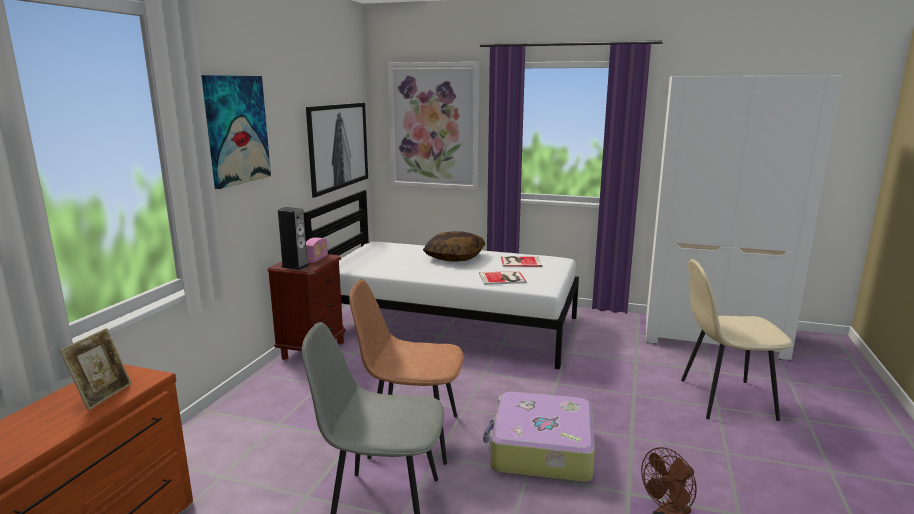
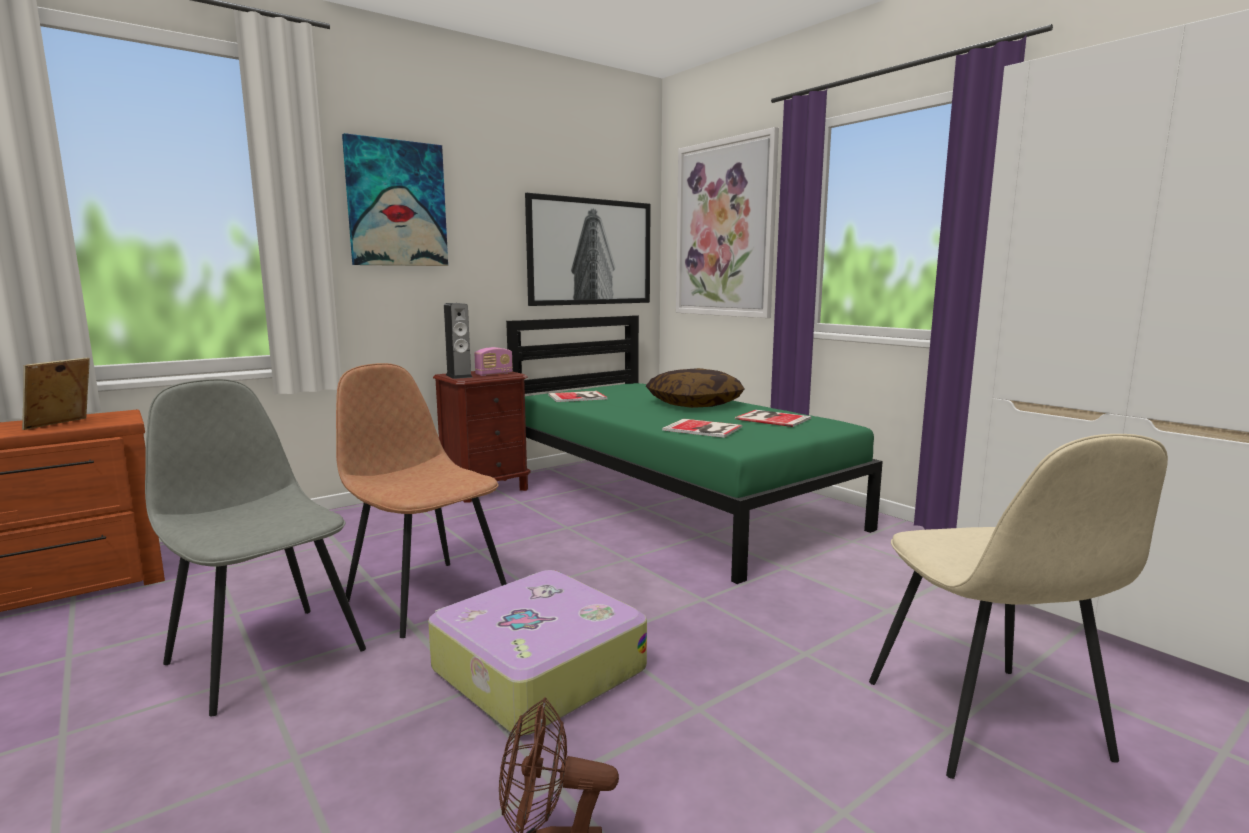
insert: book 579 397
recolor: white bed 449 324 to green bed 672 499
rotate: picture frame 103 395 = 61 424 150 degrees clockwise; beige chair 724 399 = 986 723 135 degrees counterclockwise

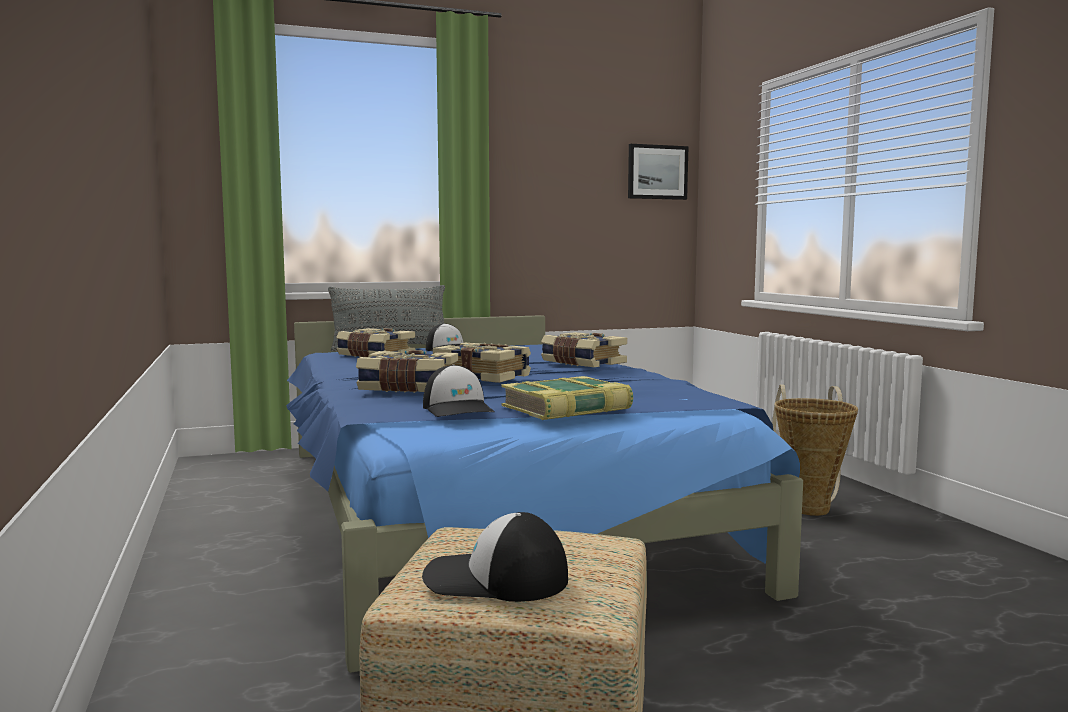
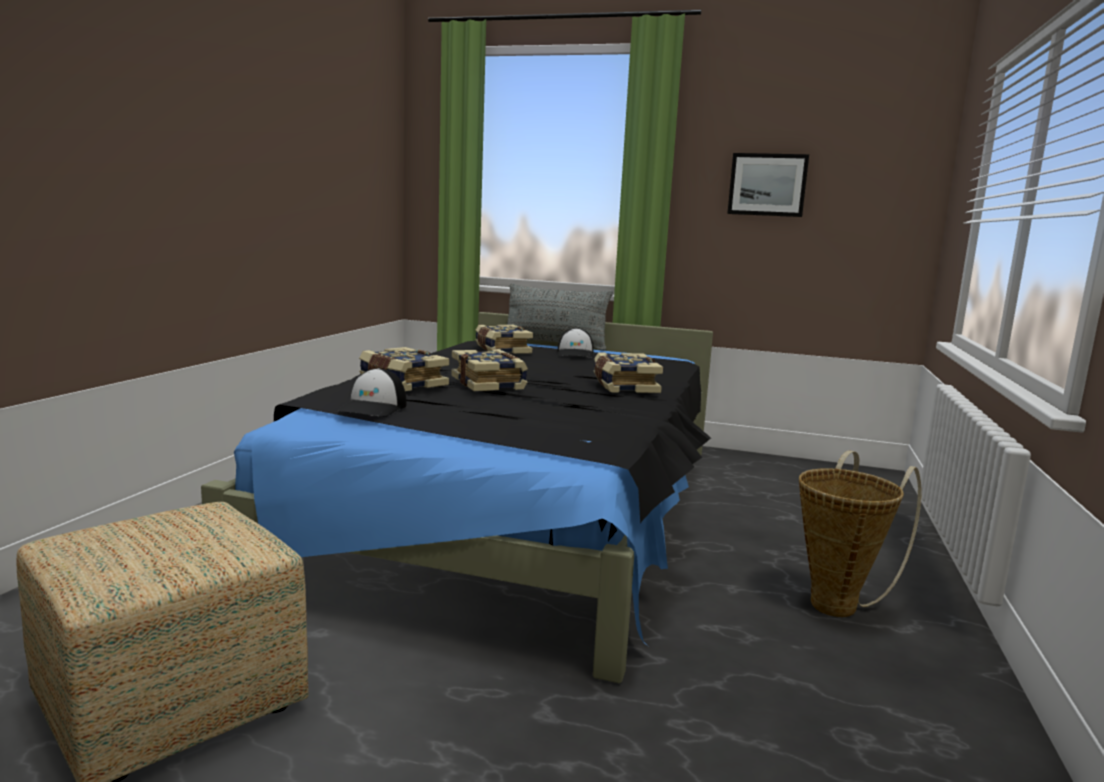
delete: cap 495 579; book 567 409
move: picture 657 172 to 767 185
recolor: blue bed 486 511 to black bed 520 508

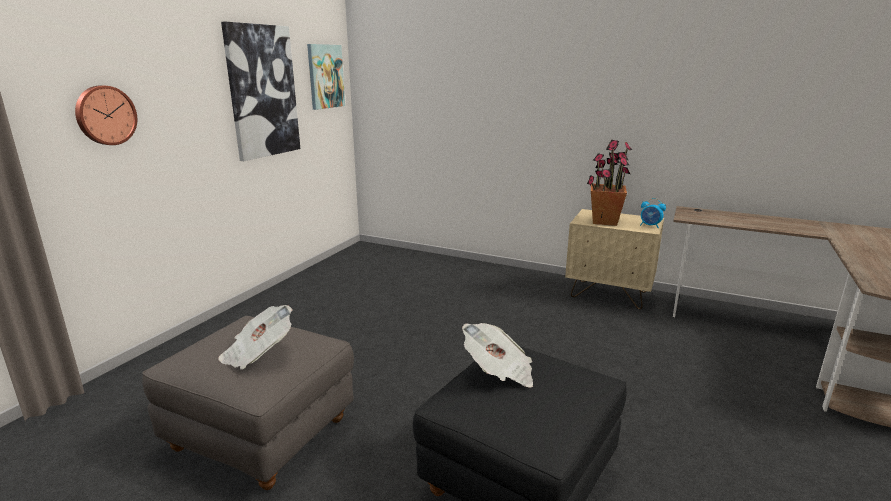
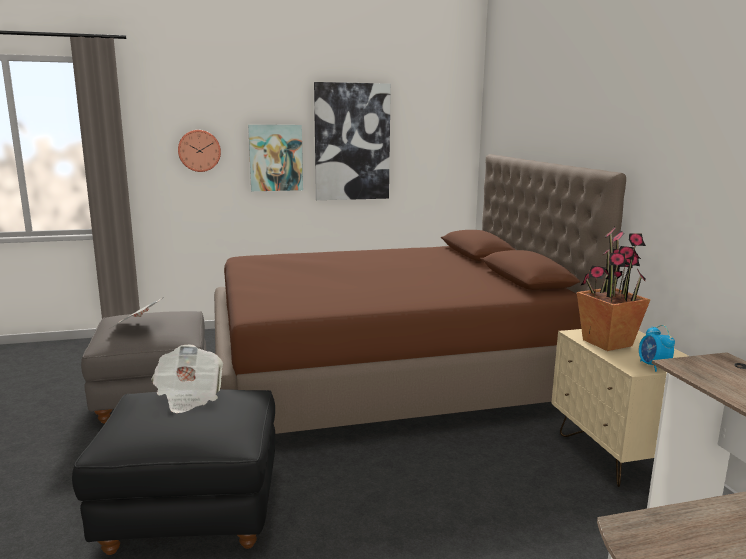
insert: brown bed 387 375
move: picture 325 76 to 276 158

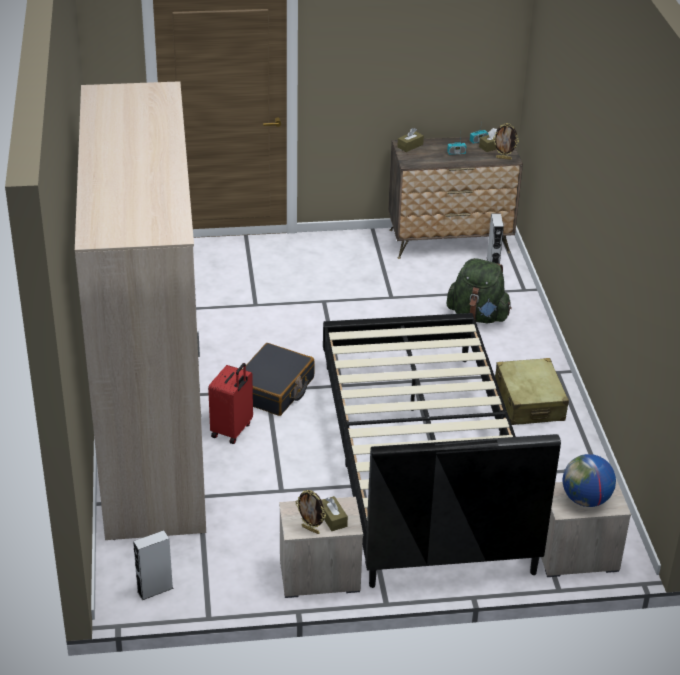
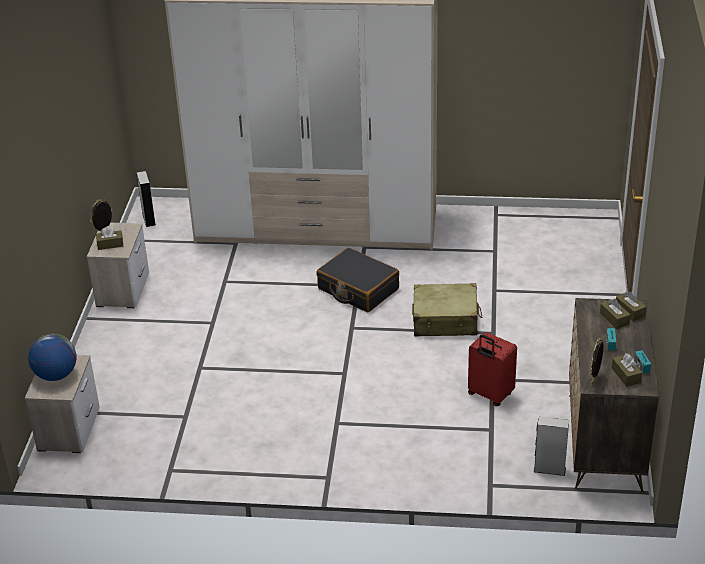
delete: black bed 422 462; green backpack 478 316
insert: brown tissue box 614 319
move: beige suitcase 529 402 to 445 320; red suitcase 232 430 to 489 395

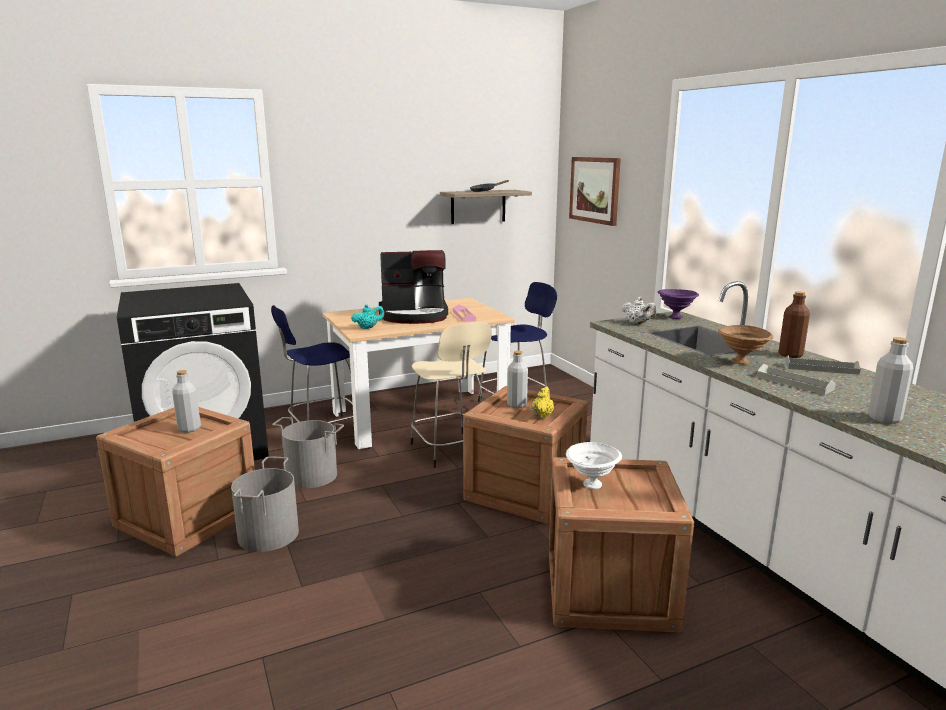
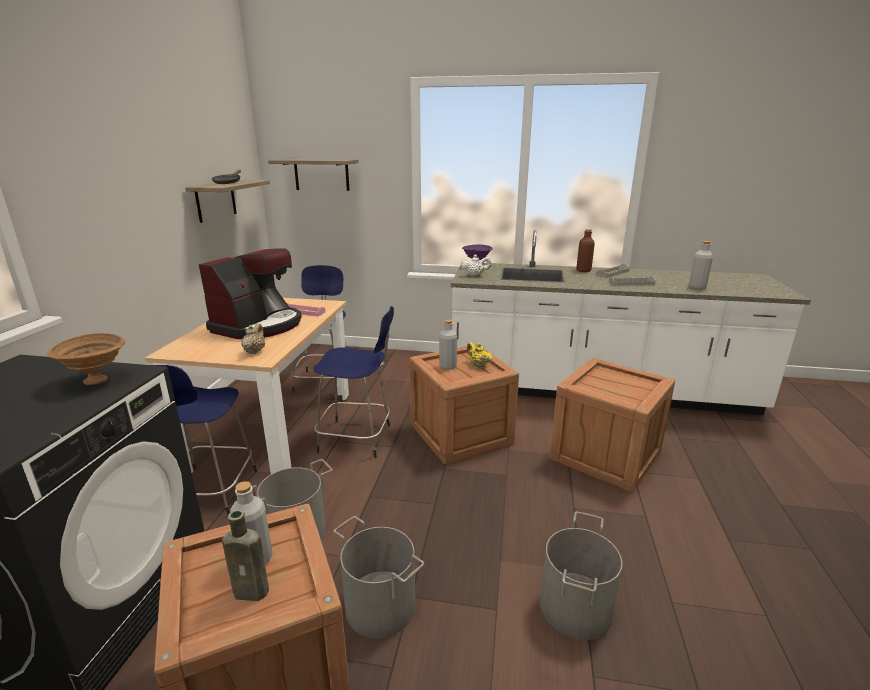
delete: white bowl 592 485
insert: brown bottle 253 591; grey bucket 576 608
move: brown bowl 742 362 to 98 380
replace: picture 595 190 to shelf 321 174
recolor: turquoise teapot 368 328 to beige teapot 254 351; beige stool 450 451 to blue stool 358 438

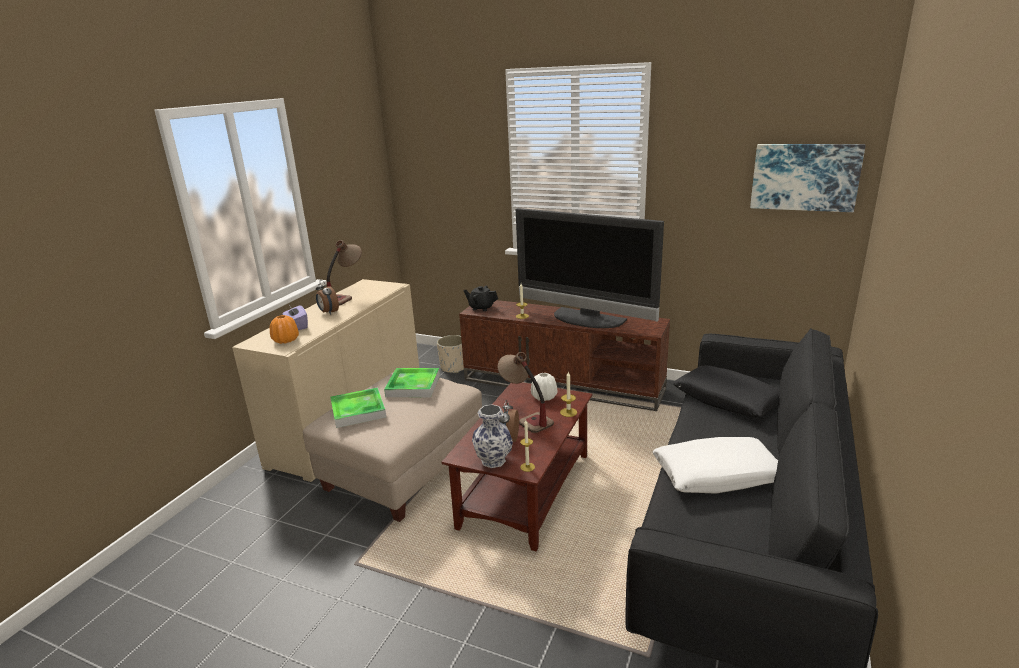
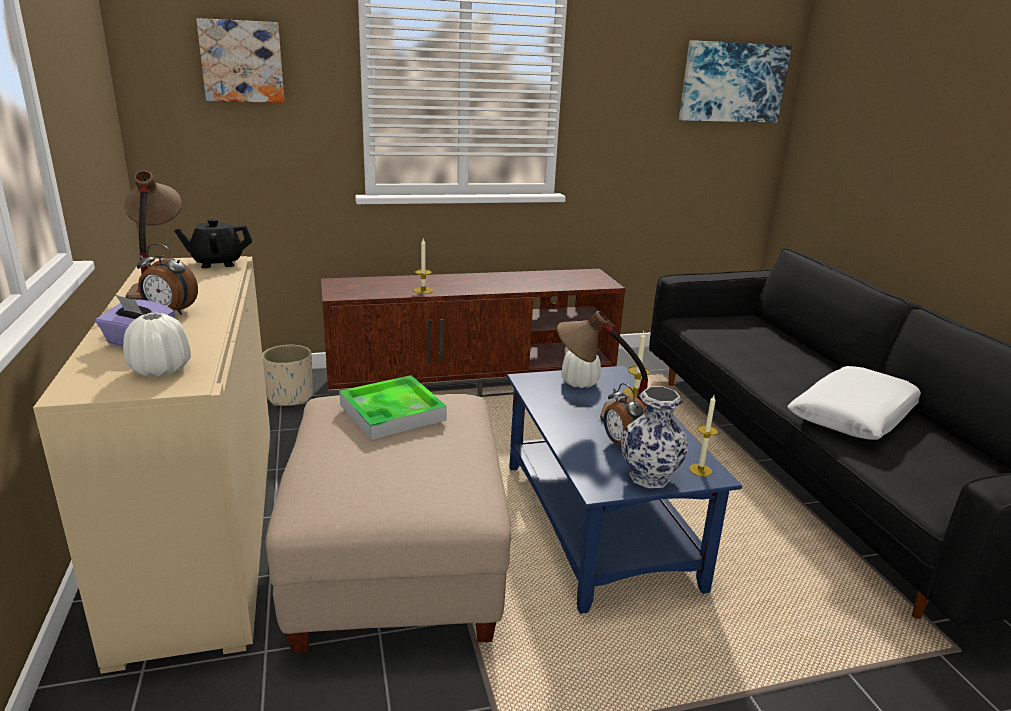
delete: tray 358 411; television 586 319; black pillow 727 400
insert: picture 242 61
move: black teapot 481 308 to 217 263
recolor: orange vase 286 340 to white vase 161 369; brown coffee table 526 491 to blue coffee table 599 524

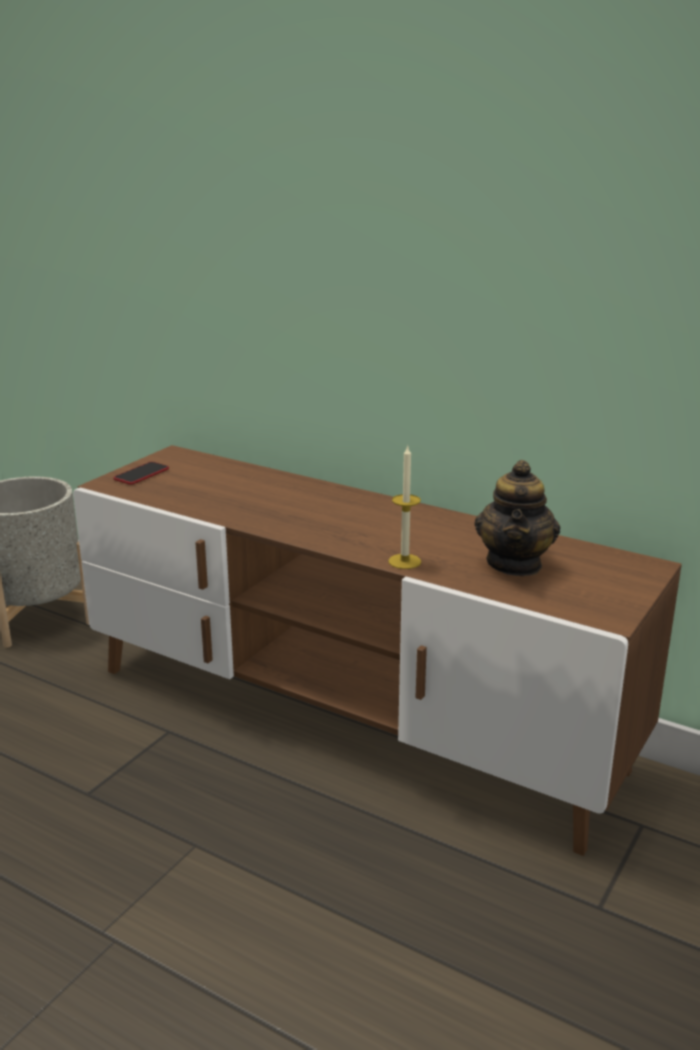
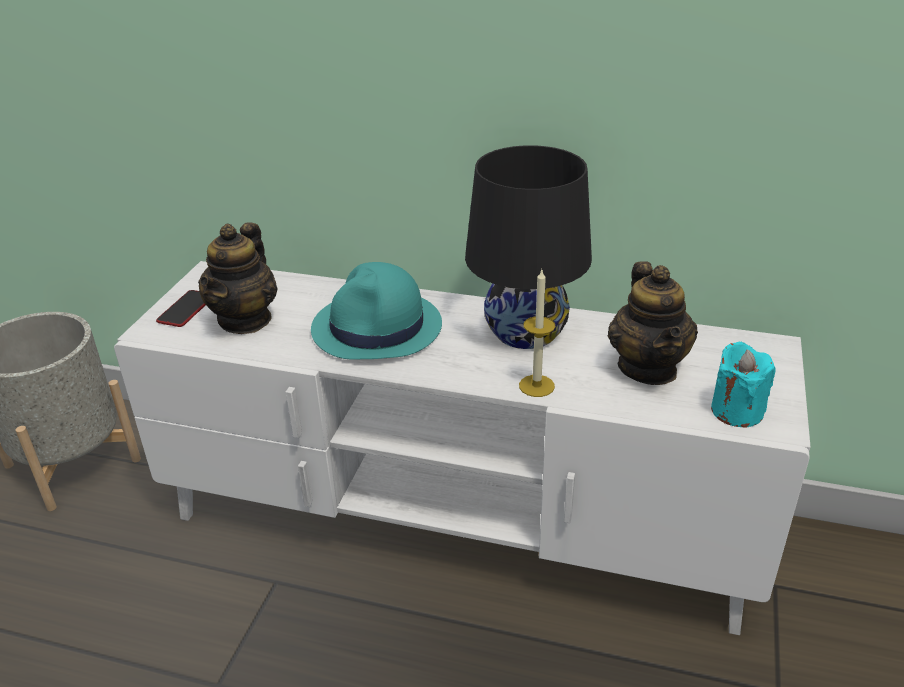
insert: teapot 245 320; turquoise hat 377 328; black table lamp 526 332; turquoise candle 737 411
recolor: brown tv stand 350 717 to white tv stand 457 521

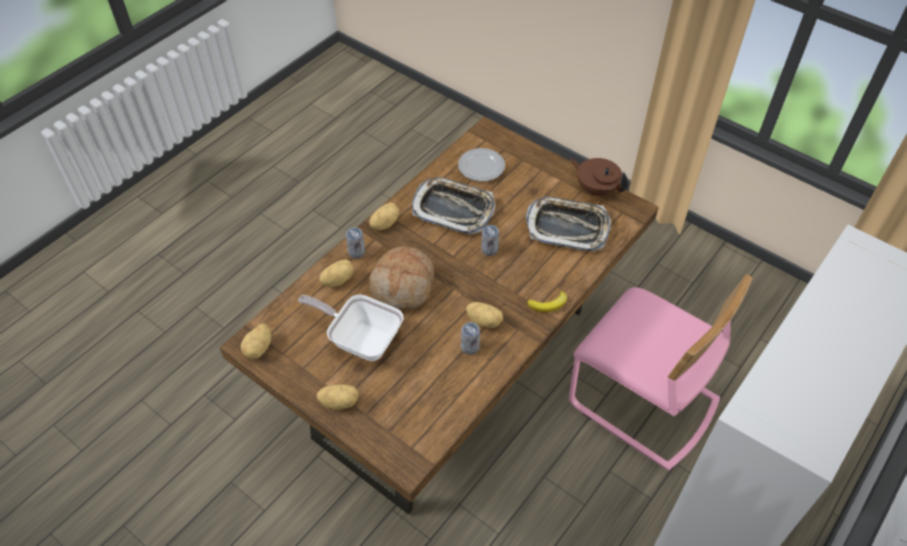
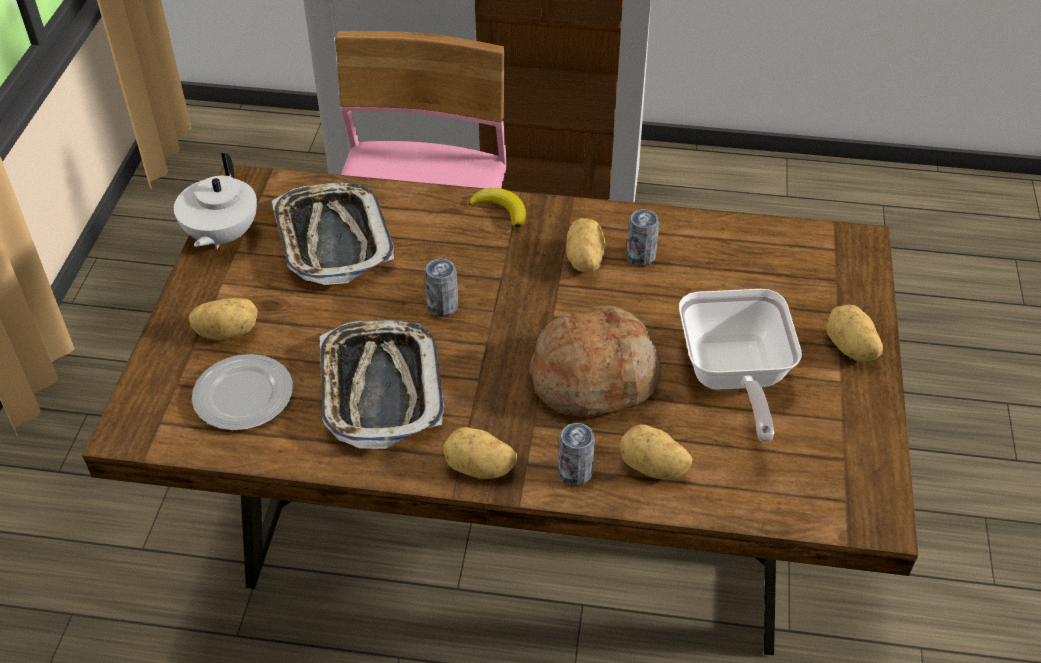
move: potato 259 348 to 228 331
recolor: brown teapot 596 189 to white teapot 221 236

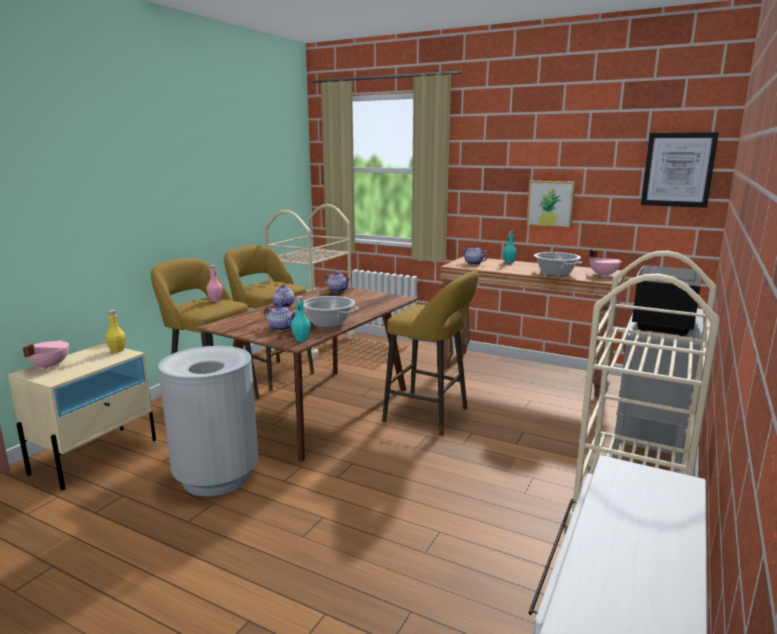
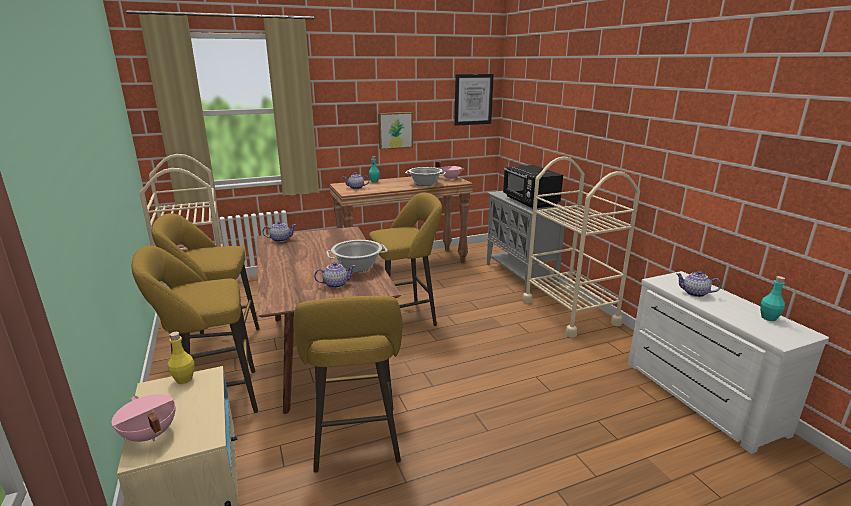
delete: pink bottle 215 300
move: teapot 283 305 to 694 293; turquoise bottle 301 339 to 768 318
replace: grey trash can 216 477 to yellow stool 356 442

